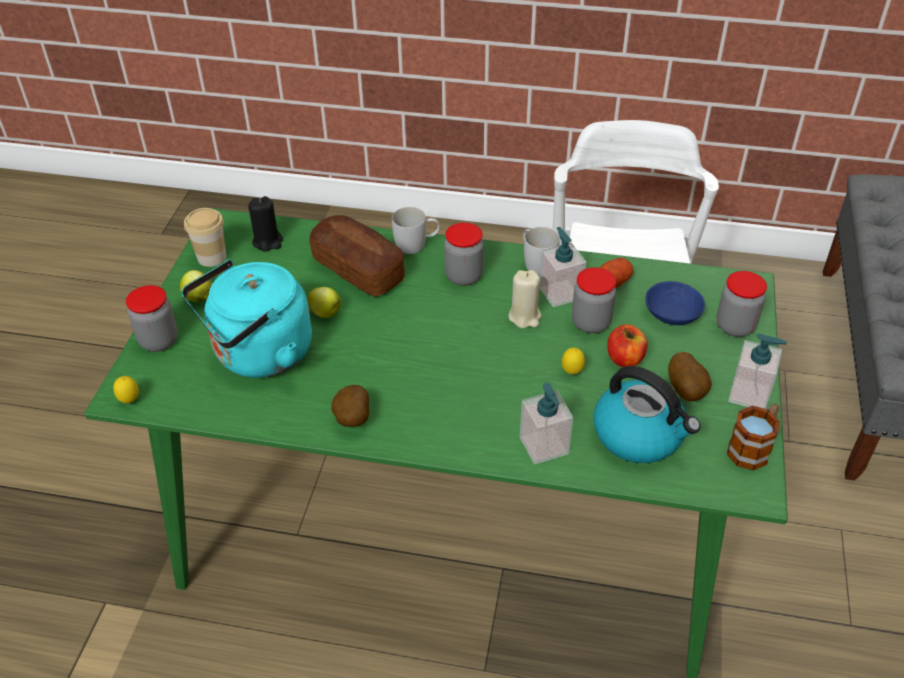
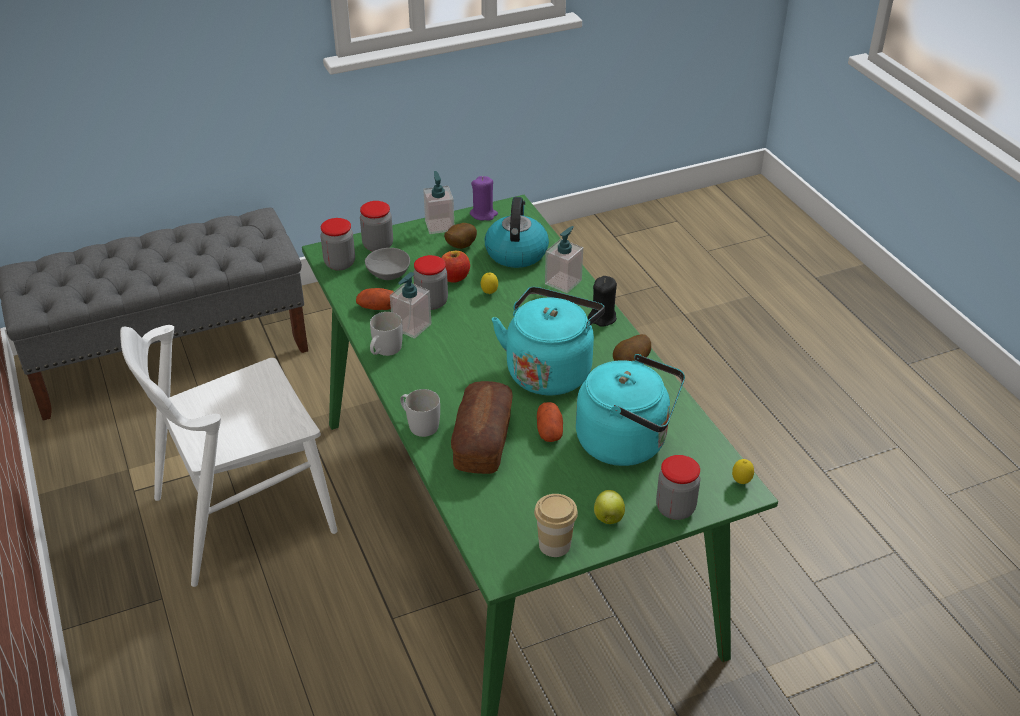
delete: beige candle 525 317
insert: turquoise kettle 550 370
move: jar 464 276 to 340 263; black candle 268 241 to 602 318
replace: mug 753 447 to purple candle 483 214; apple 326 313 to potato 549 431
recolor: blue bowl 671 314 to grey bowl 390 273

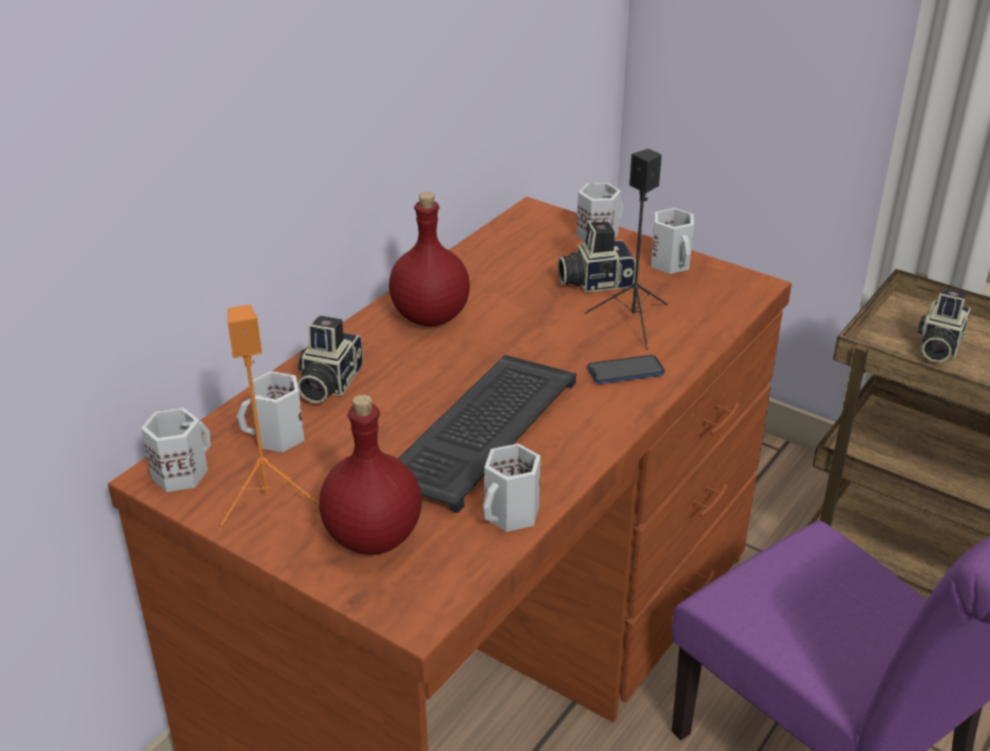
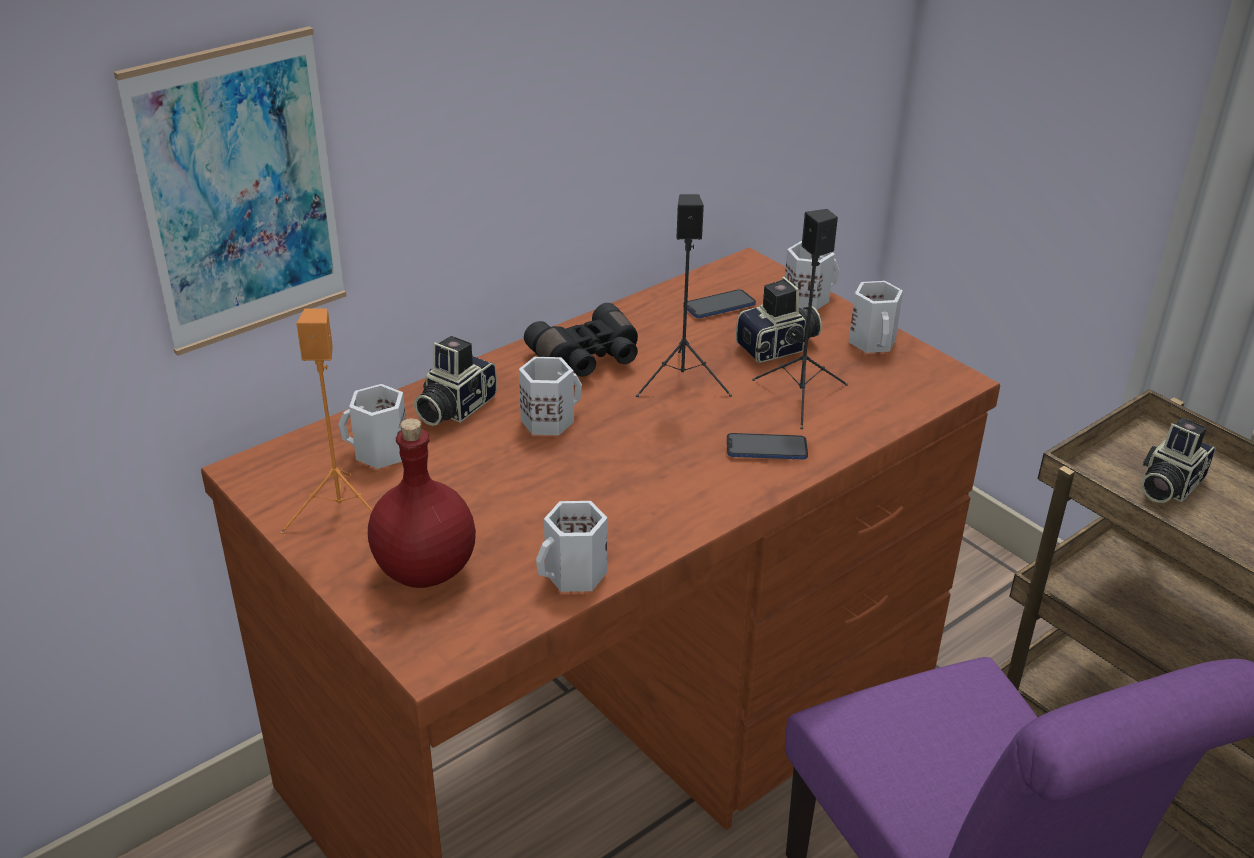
delete: keyboard 481 429
insert: picture 239 193; black speaker 683 381; phone 719 306
move: white mug 181 472 to 548 419
replace: red bottle 431 317 to black binoculars 588 358
rotate: photo camera 594 281 = 779 348 150 degrees clockwise

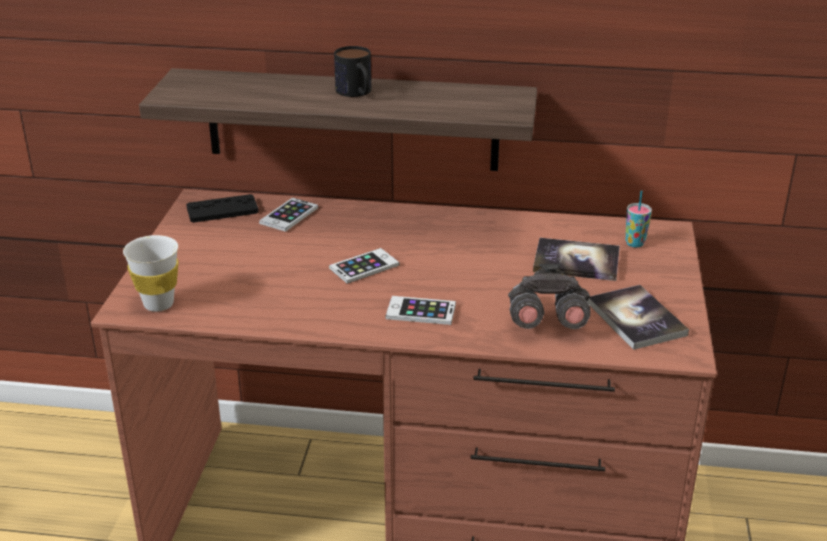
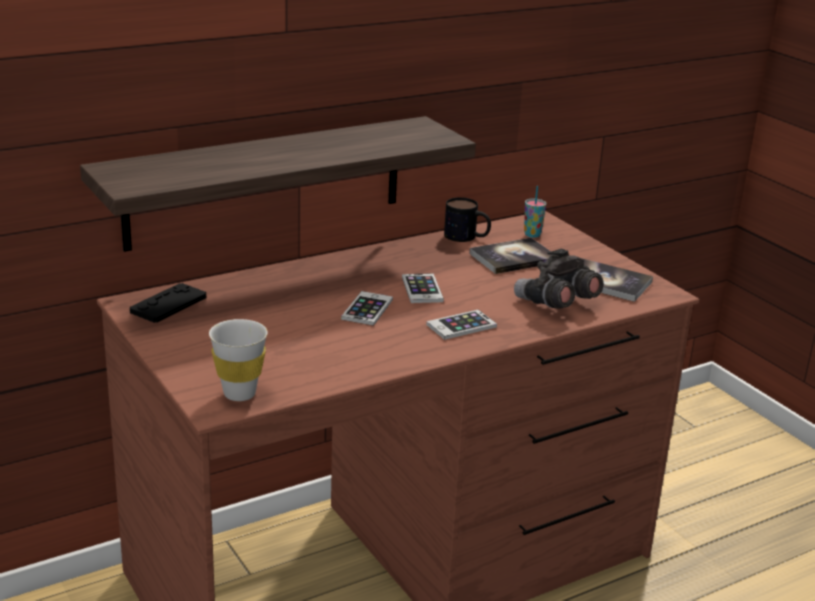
move: phone 289 215 to 422 289; mug 357 93 to 467 237

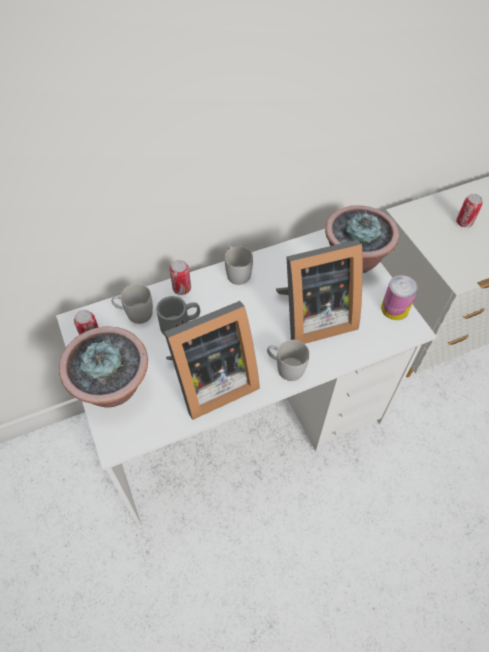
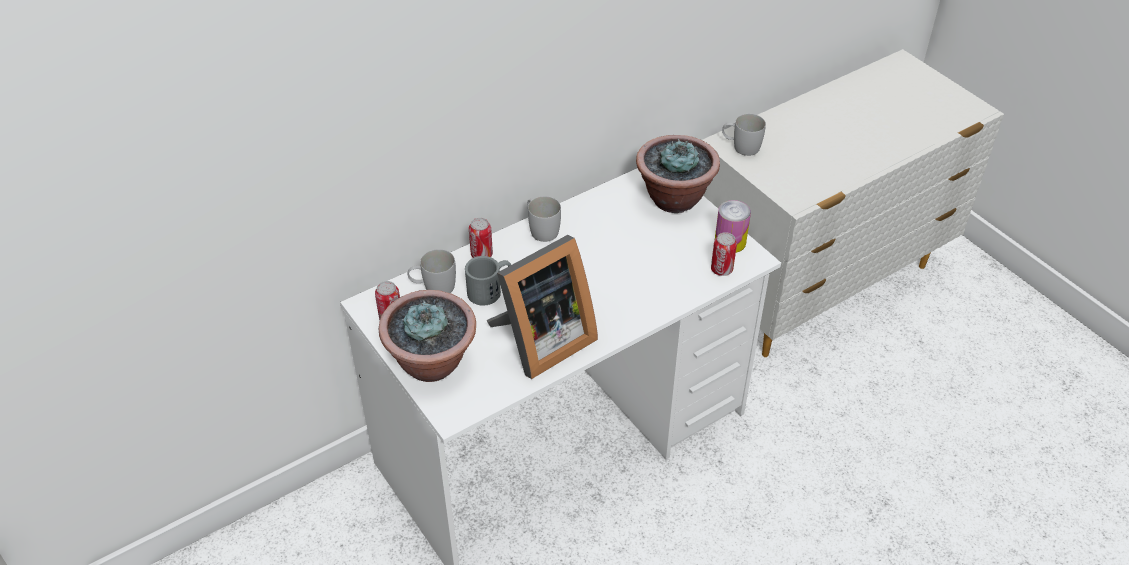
delete: picture frame 312 317
move: can 464 222 to 721 269; white mug 285 367 to 741 147

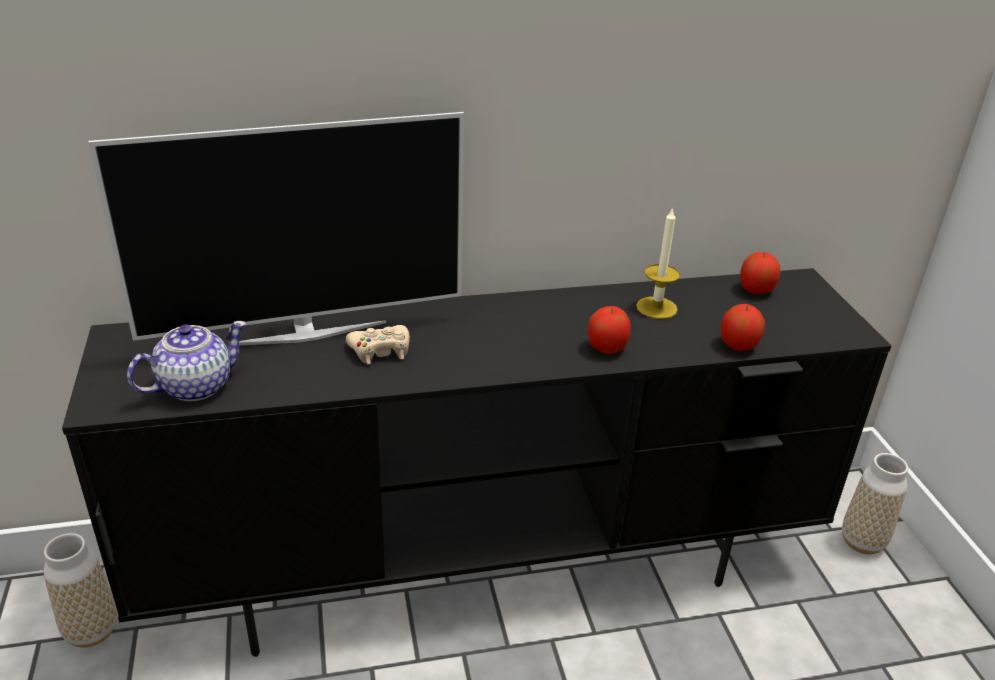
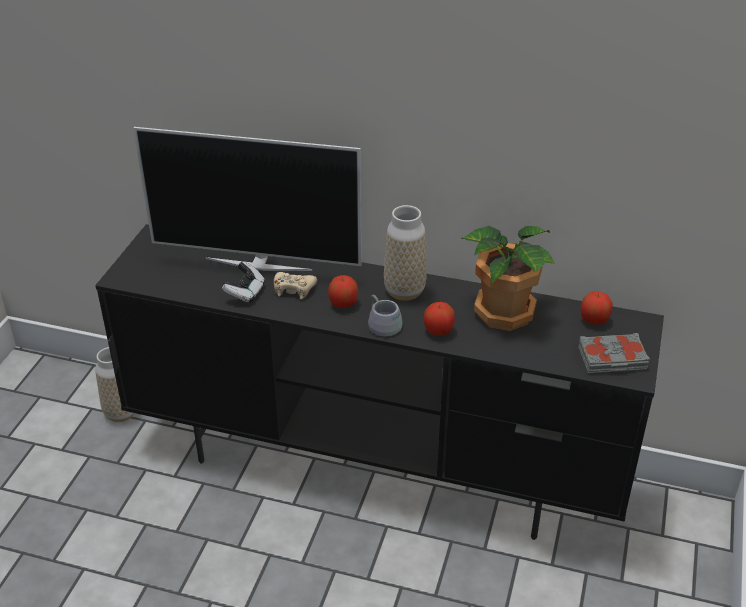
delete: teapot 194 386
insert: game controller 245 292; grey mug 386 322; grey book 612 359
move: apple 738 346 to 343 304; vase 862 542 to 404 291
replace: candle 656 308 to potted plant 503 312

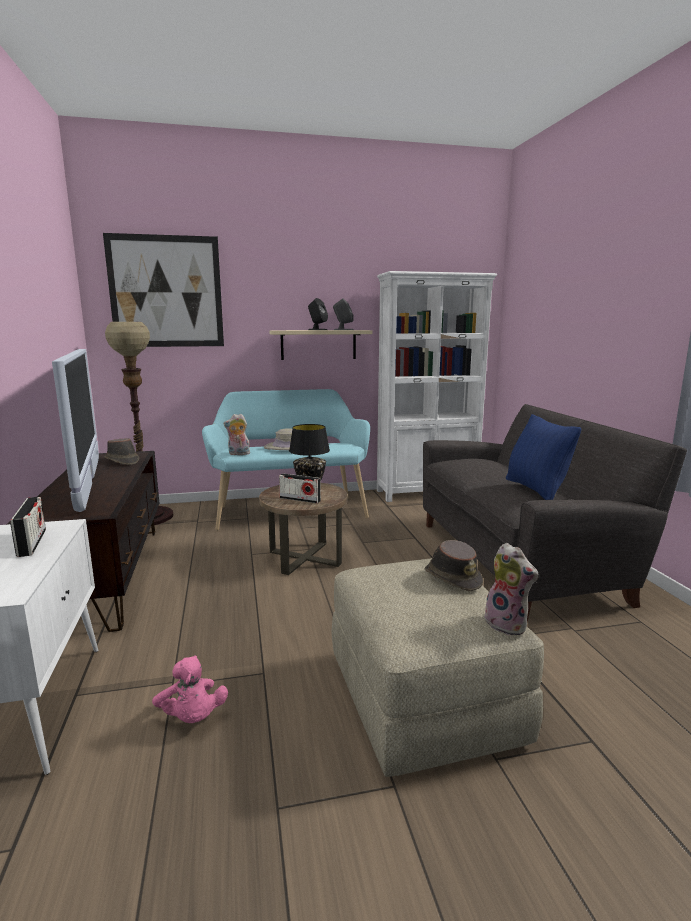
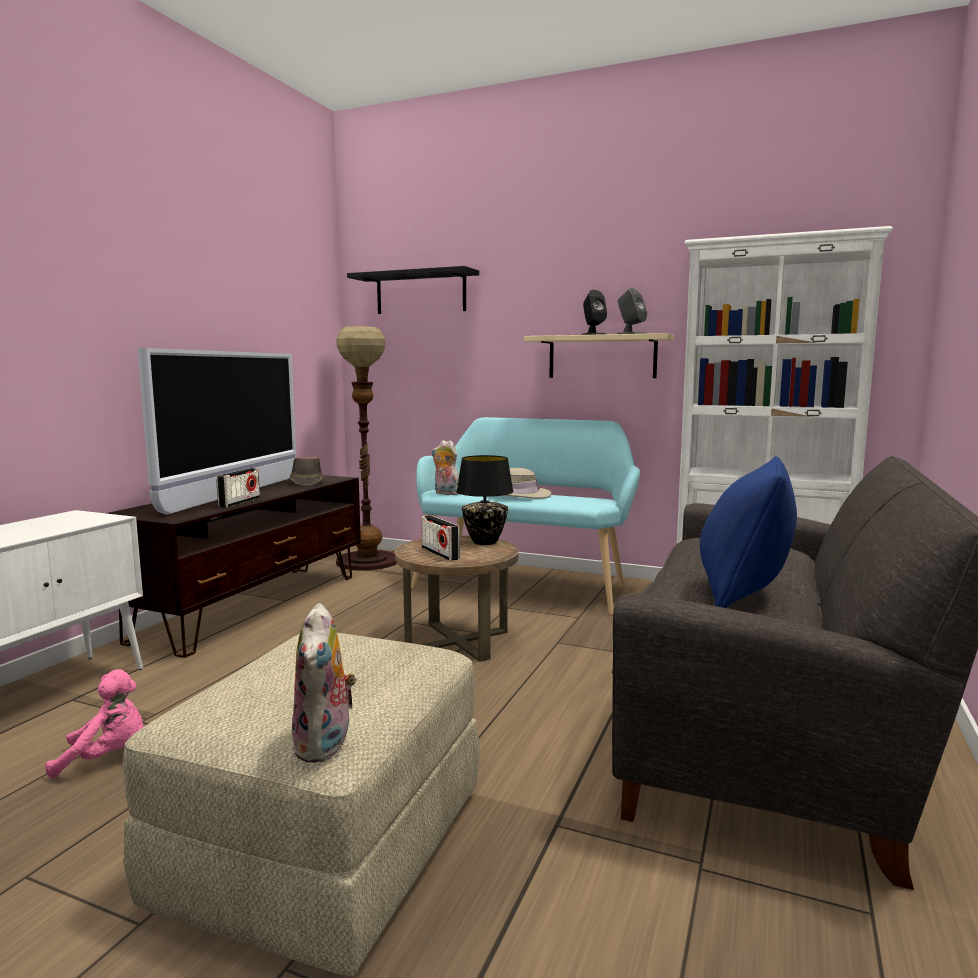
delete: brown hat 452 577
move: radio 32 543 to 239 502
replace: picture 166 292 to black shelf 420 293
rotate: pink plush toy 192 717 = 107 757 105 degrees counterclockwise

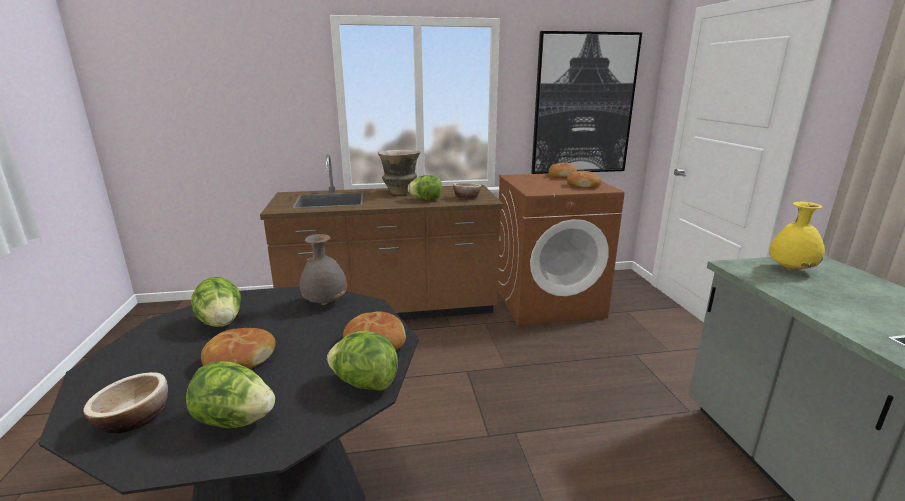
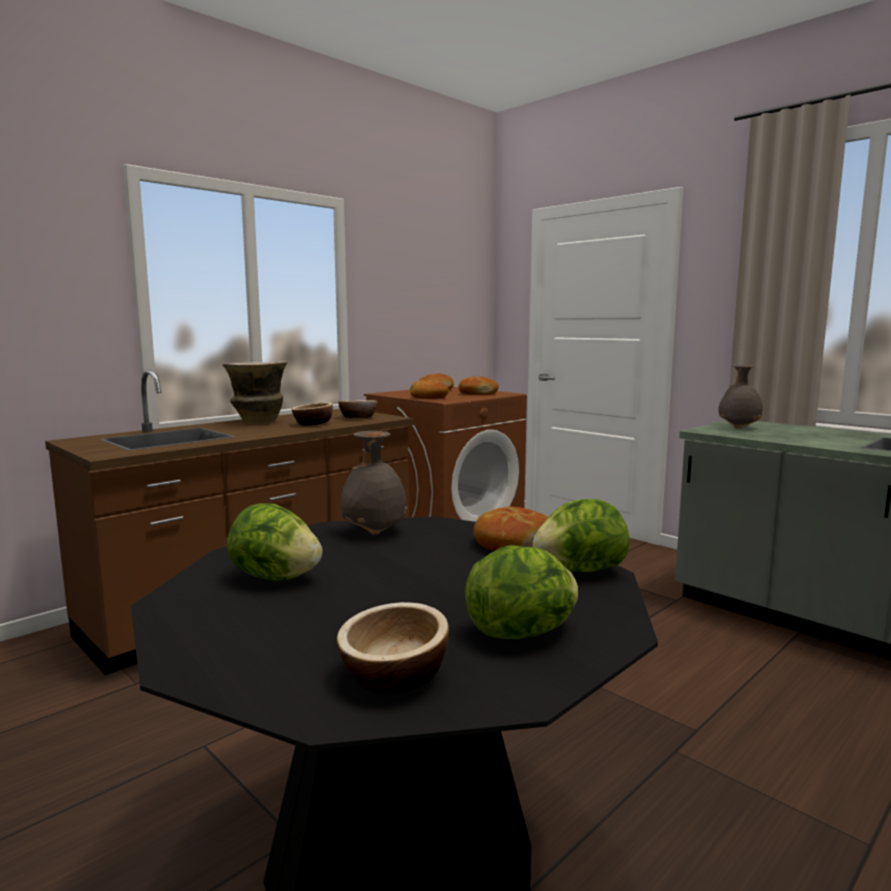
delete: picture 583 105
move: bread 239 359 to 429 397
replace: lettuce 426 199 to bowl 313 424
recolor: yellow vase 791 269 to grey vase 738 427

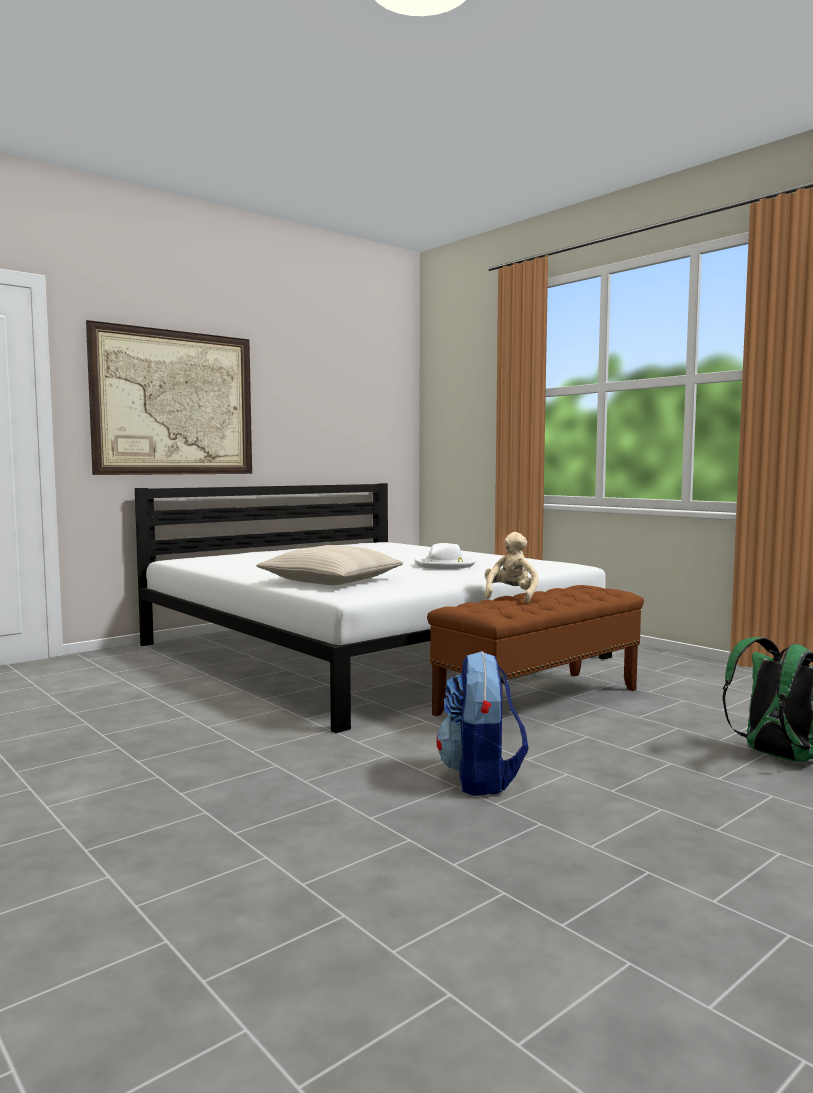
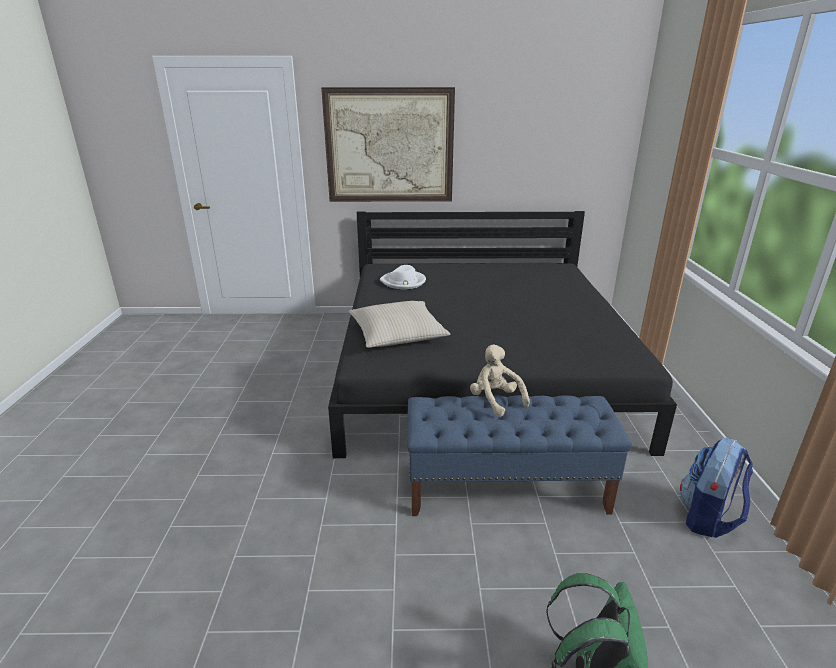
move: white hat 445 565 to 403 282; backpack 481 779 to 708 518
recolor: white bed 368 650 to black bed 479 368; brown bench 539 701 to blue bench 507 489
rotate: beige plush toy 511 597 = 495 401 90 degrees counterclockwise

